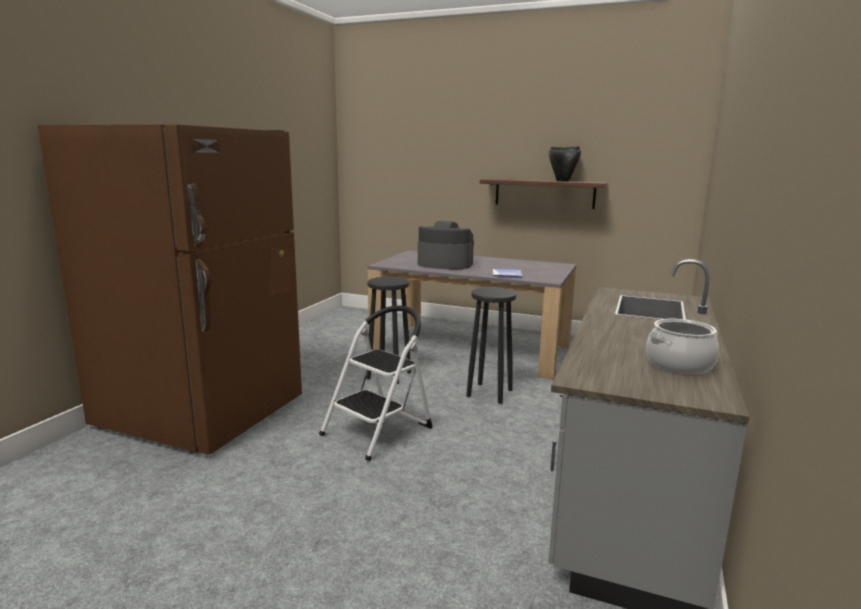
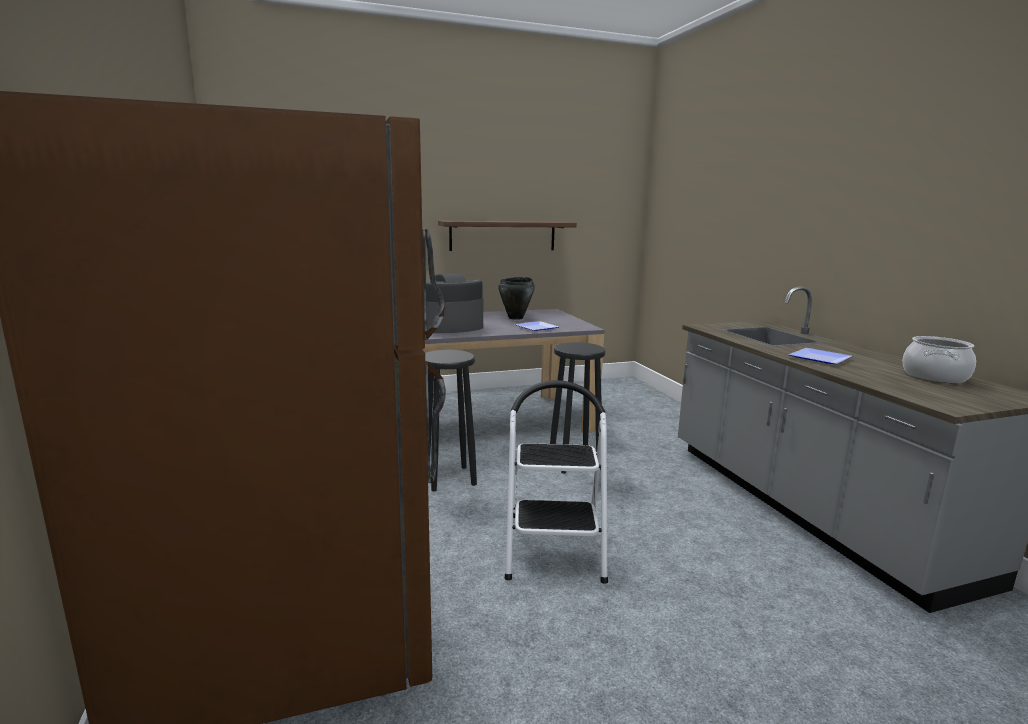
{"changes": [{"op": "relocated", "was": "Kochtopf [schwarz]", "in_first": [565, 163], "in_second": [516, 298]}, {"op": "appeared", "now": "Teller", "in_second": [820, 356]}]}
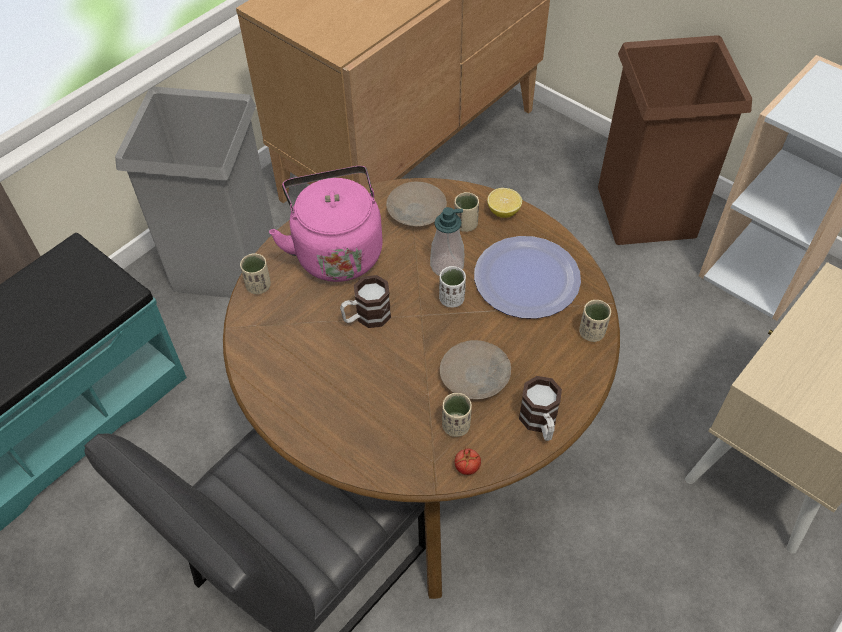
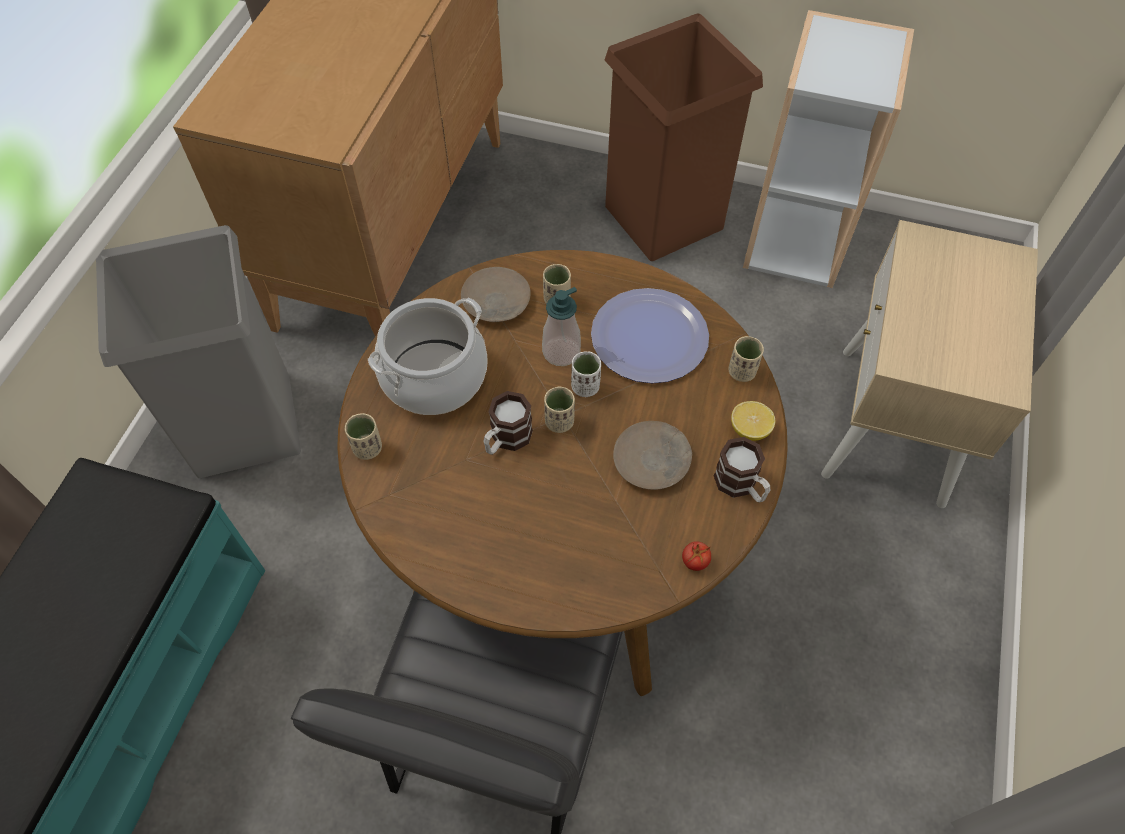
{"changes": [{"op": "exchanged", "was": "Wasserkessel [rosa]", "now": "Kochtopf", "in_first": [326, 224], "in_second": [428, 356]}, {"op": "relocated", "was": "Tasse [beige]", "in_first": [457, 415], "in_second": [559, 410]}, {"op": "relocated", "was": "Zitrone", "in_first": [504, 203], "in_second": [753, 421]}]}
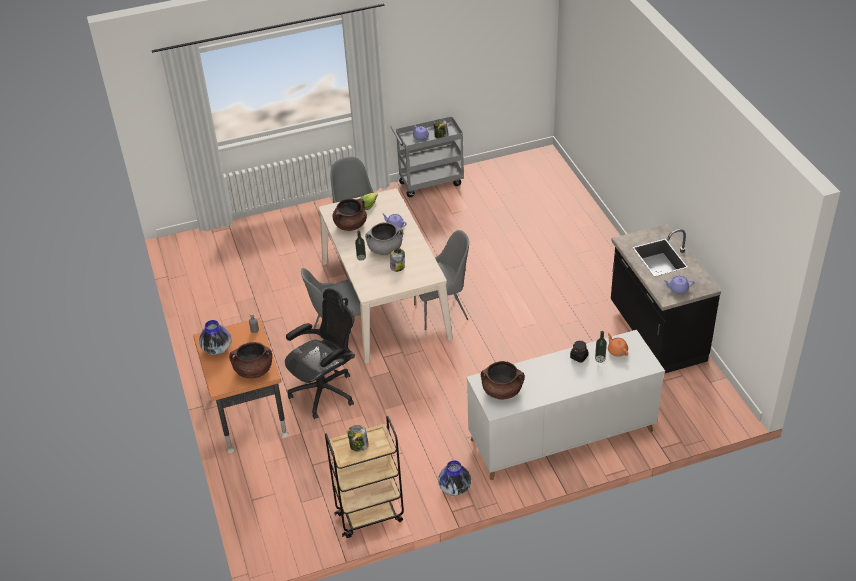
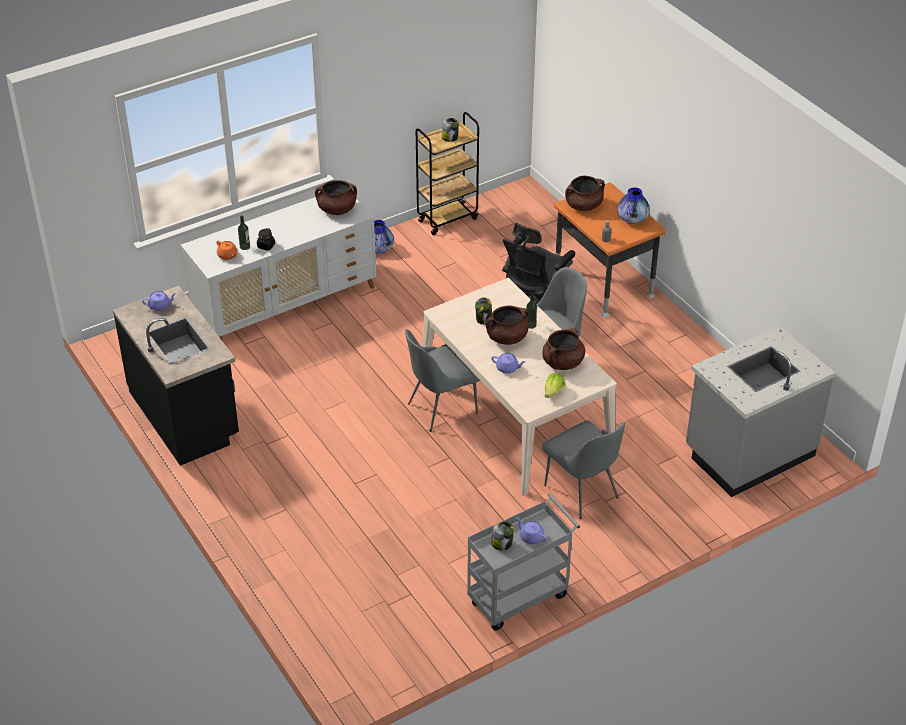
{"changes": [{"op": "colour", "was": "Kochtopf [grau]", "now": "Kochtopf [braun]", "in_first": [384, 238], "in_second": [507, 325]}, {"op": "appeared", "now": "Küchenzeile [grau]", "in_second": [760, 411]}]}
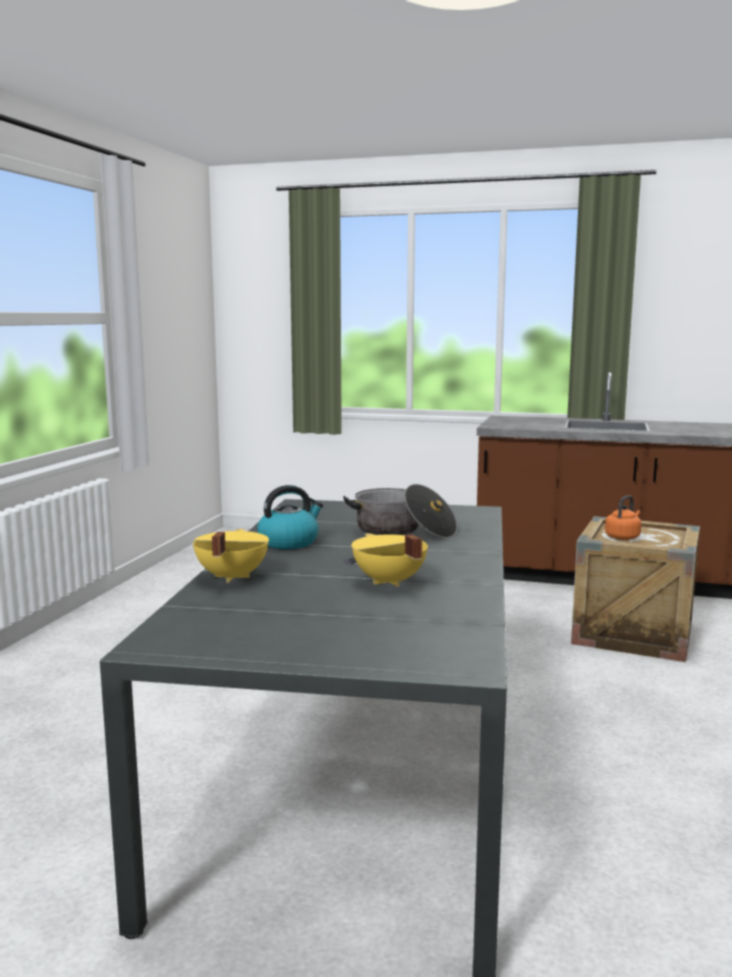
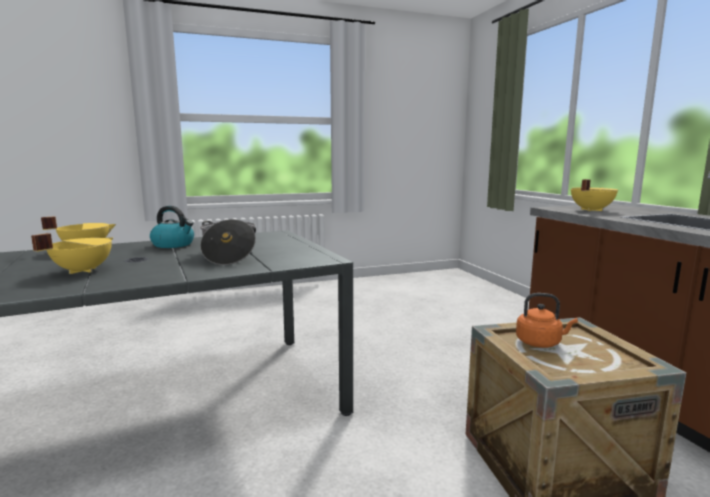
{"changes": [{"op": "appeared", "now": "Kochtopf [gelb]", "in_second": [594, 195]}]}
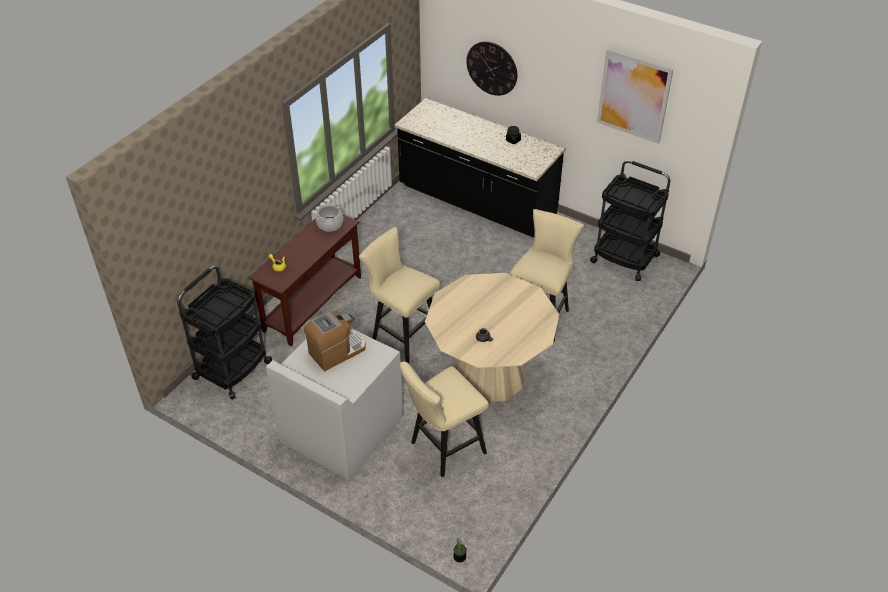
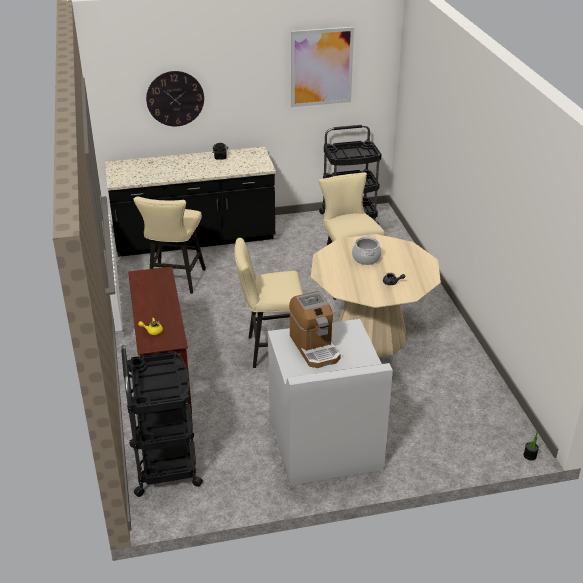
{"changes": [{"op": "spun", "was": "Kaffeemaschine", "in_first": [335, 341], "in_second": [315, 329], "clockwise": 150}, {"op": "relocated", "was": "Kochtopf", "in_first": [329, 218], "in_second": [366, 251]}, {"op": "relocated", "was": "Hocker [beige]", "in_first": [444, 419], "in_second": [169, 245]}]}
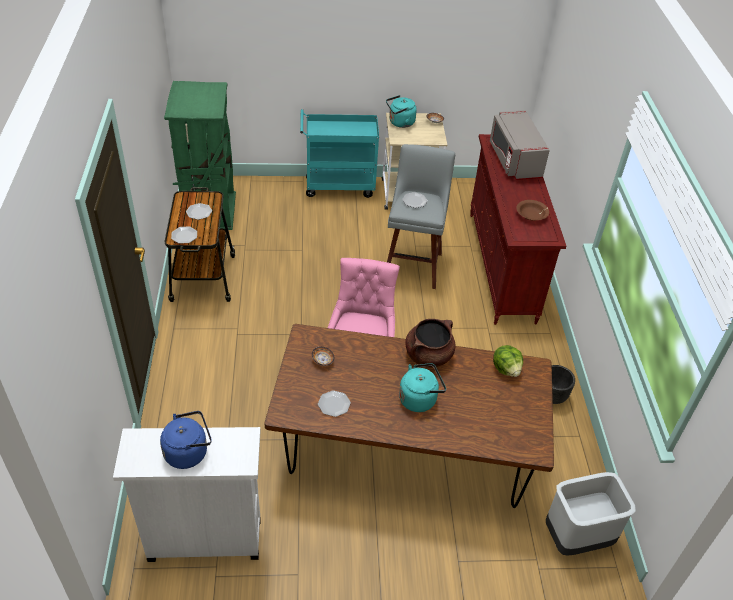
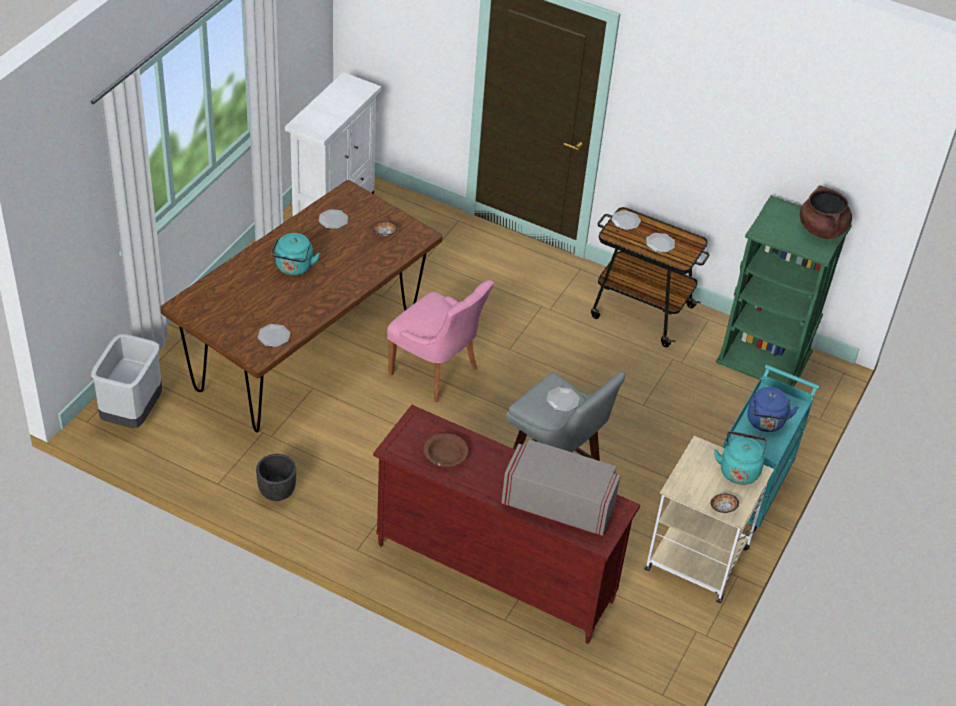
{"changes": [{"op": "relocated", "was": "Wasserkessel [blau]", "in_first": [186, 440], "in_second": [773, 409]}, {"op": "relocated", "was": "Kochtopf [braun]", "in_first": [430, 343], "in_second": [826, 212]}, {"op": "exchanged", "was": "Salatkopf", "now": "Teller", "in_first": [508, 361], "in_second": [274, 335]}]}
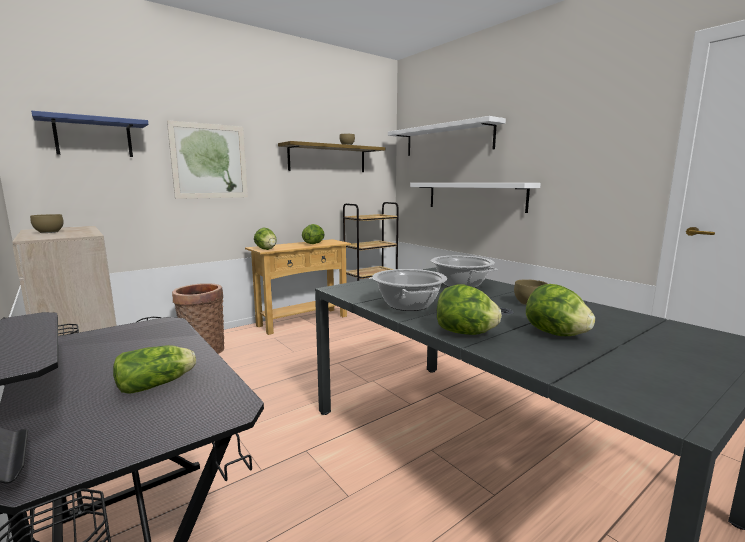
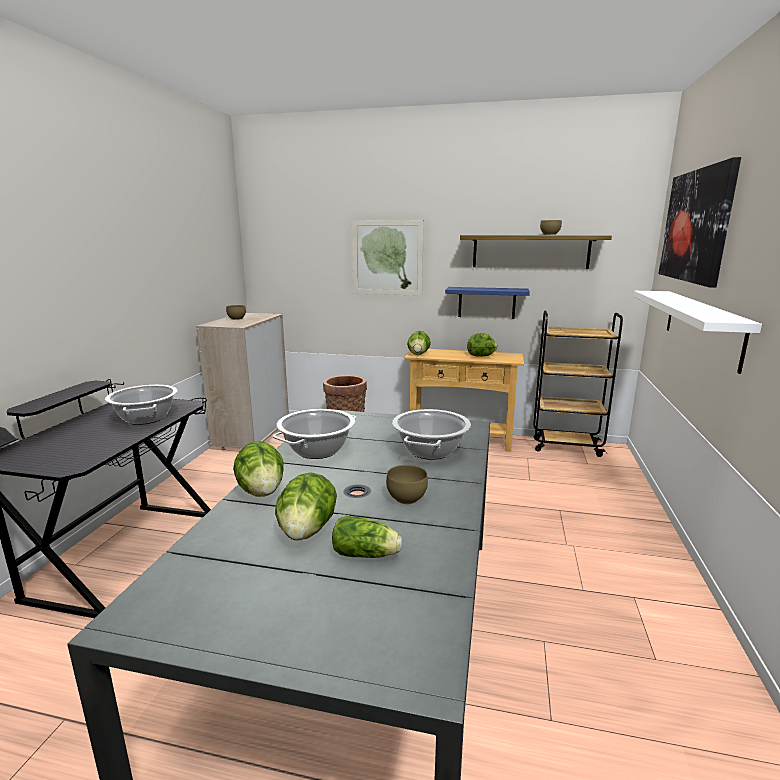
{"changes": [{"op": "relocated", "was": "Wandregal [blau]", "in_first": [89, 134], "in_second": [487, 303]}, {"op": "relocated", "was": "Salatkopf", "in_first": [154, 369], "in_second": [367, 537]}, {"op": "exchanged", "was": "Wandregal [weiß]", "now": "Bild", "in_first": [447, 136], "in_second": [699, 222]}, {"op": "appeared", "now": "Kochtopf", "in_second": [141, 405]}]}
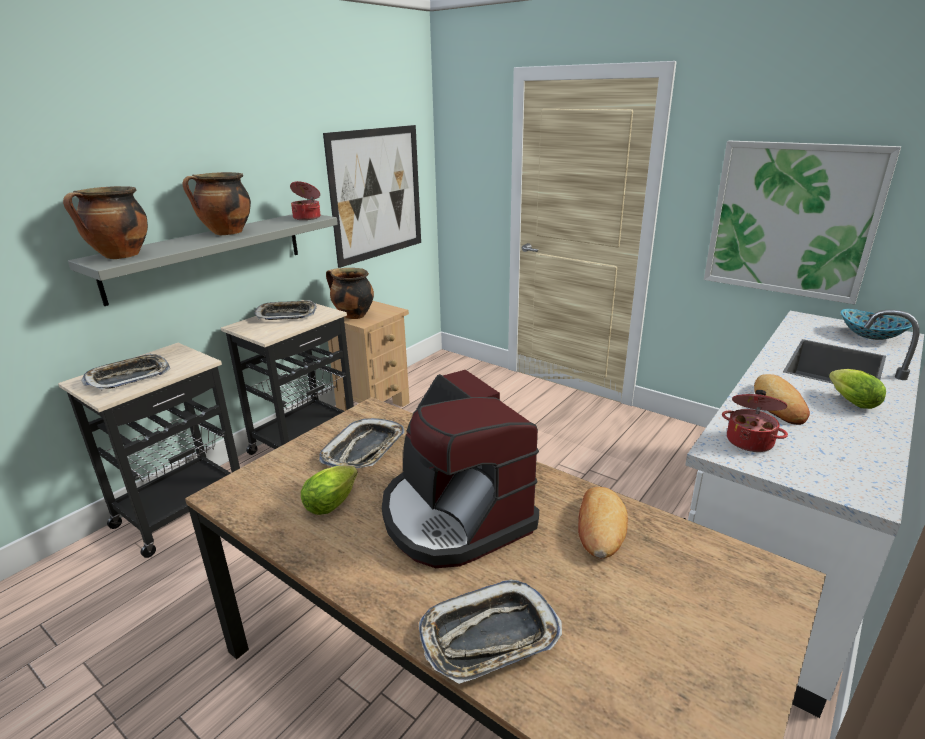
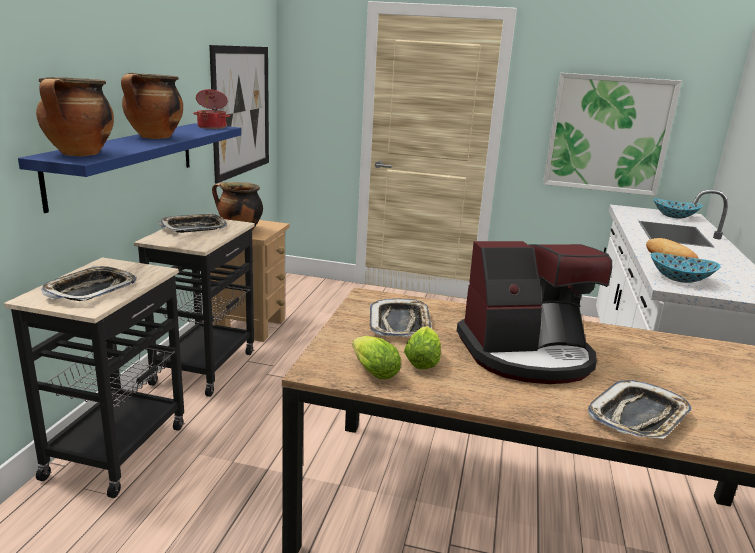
{"changes": [{"op": "colour", "was": "Wandregal [grau]", "now": "Wandregal [blau]", "in_first": [203, 260], "in_second": [129, 168]}, {"op": "spun", "was": "Kaffeemaschine", "in_first": [460, 469], "in_second": [534, 312], "clockwise": -45}, {"op": "missing", "was": "Brot", "in_first": [603, 522]}, {"op": "exchanged", "was": "Kochtopf", "now": "Schüssel", "in_first": [755, 421], "in_second": [685, 268]}, {"op": "relocated", "was": "Salatkopf", "in_first": [857, 389], "in_second": [376, 357]}]}
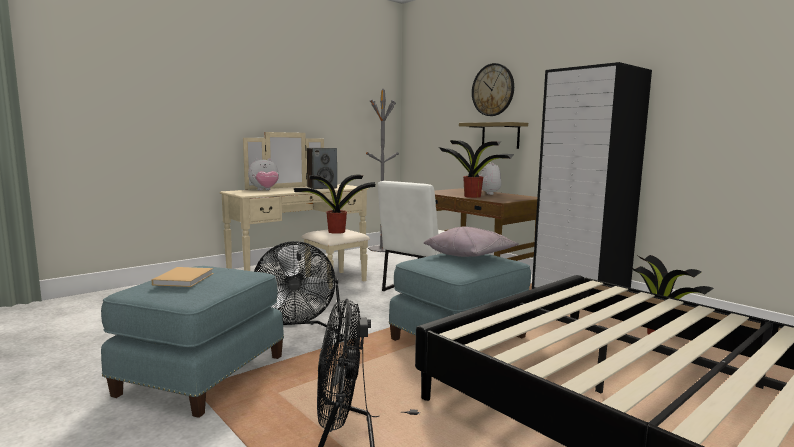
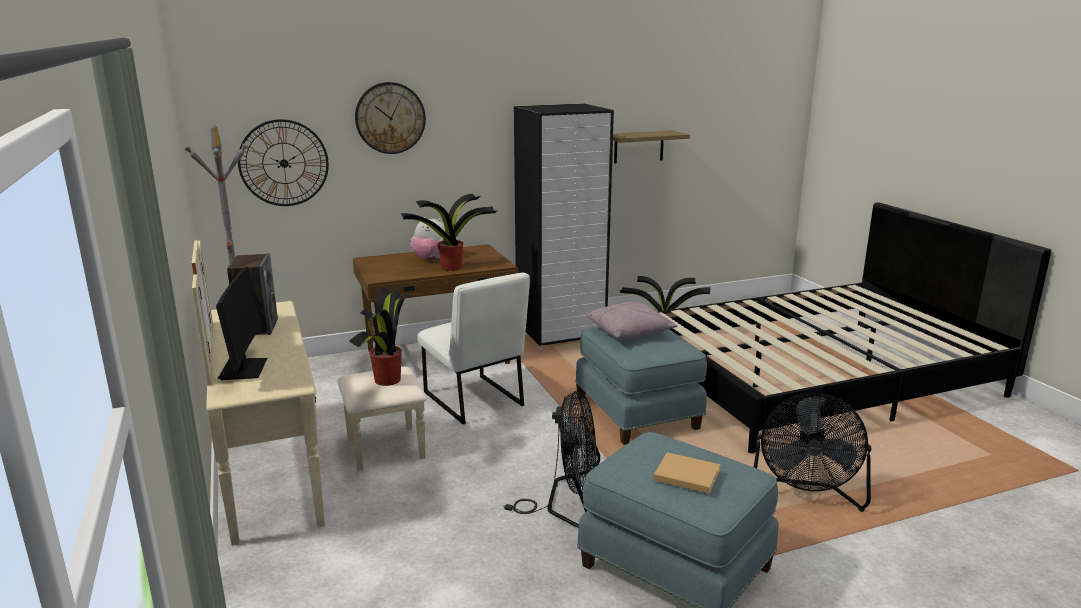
{"changes": [{"op": "exchanged", "was": "Plüschtier", "now": "Monitor", "in_first": [263, 174], "in_second": [241, 323]}, {"op": "relocated", "was": "Wandregal", "in_first": [493, 135], "in_second": [651, 147]}, {"op": "appeared", "now": "Wanduhr", "in_second": [283, 162]}]}
